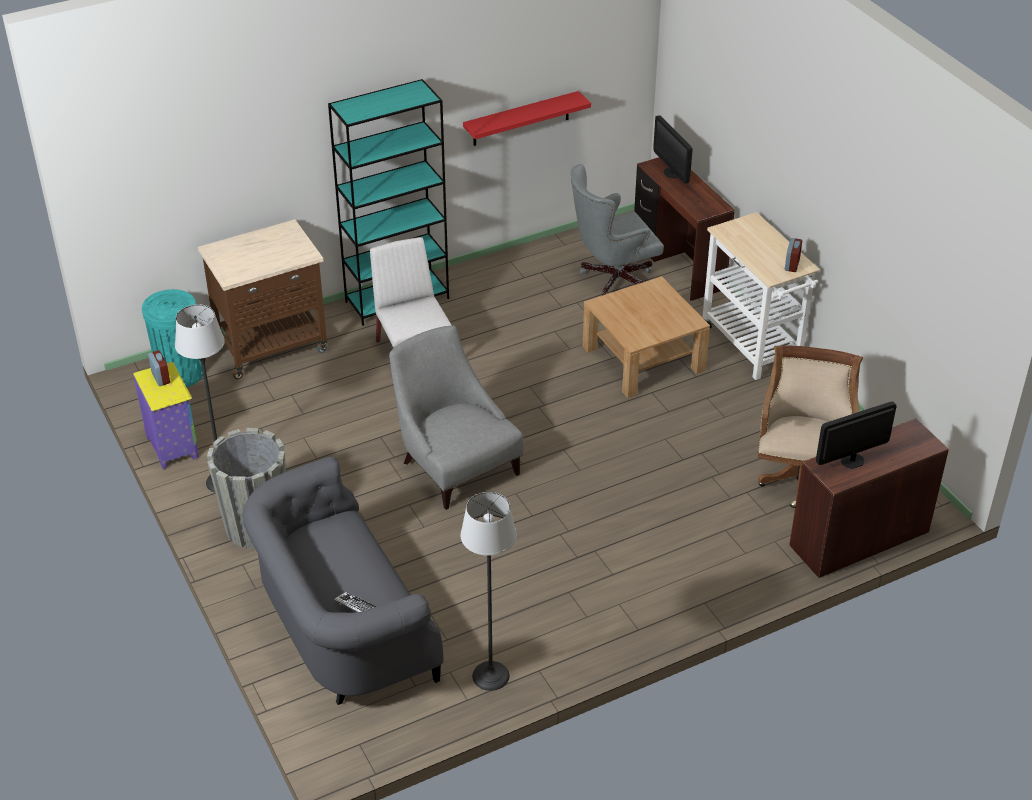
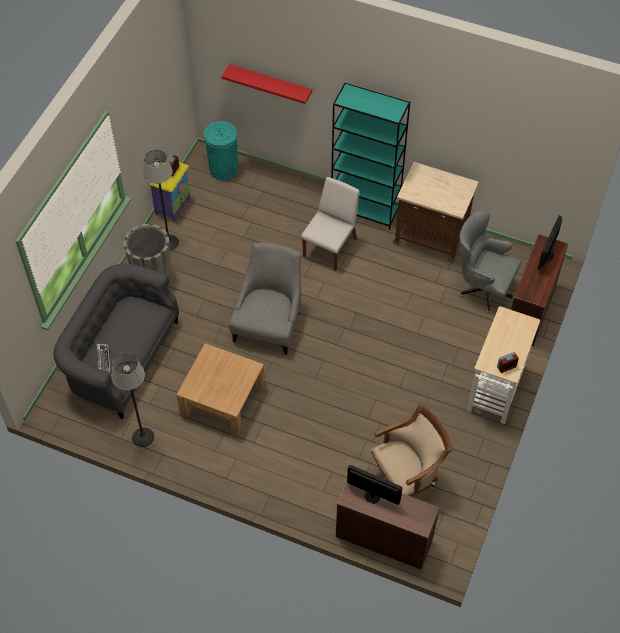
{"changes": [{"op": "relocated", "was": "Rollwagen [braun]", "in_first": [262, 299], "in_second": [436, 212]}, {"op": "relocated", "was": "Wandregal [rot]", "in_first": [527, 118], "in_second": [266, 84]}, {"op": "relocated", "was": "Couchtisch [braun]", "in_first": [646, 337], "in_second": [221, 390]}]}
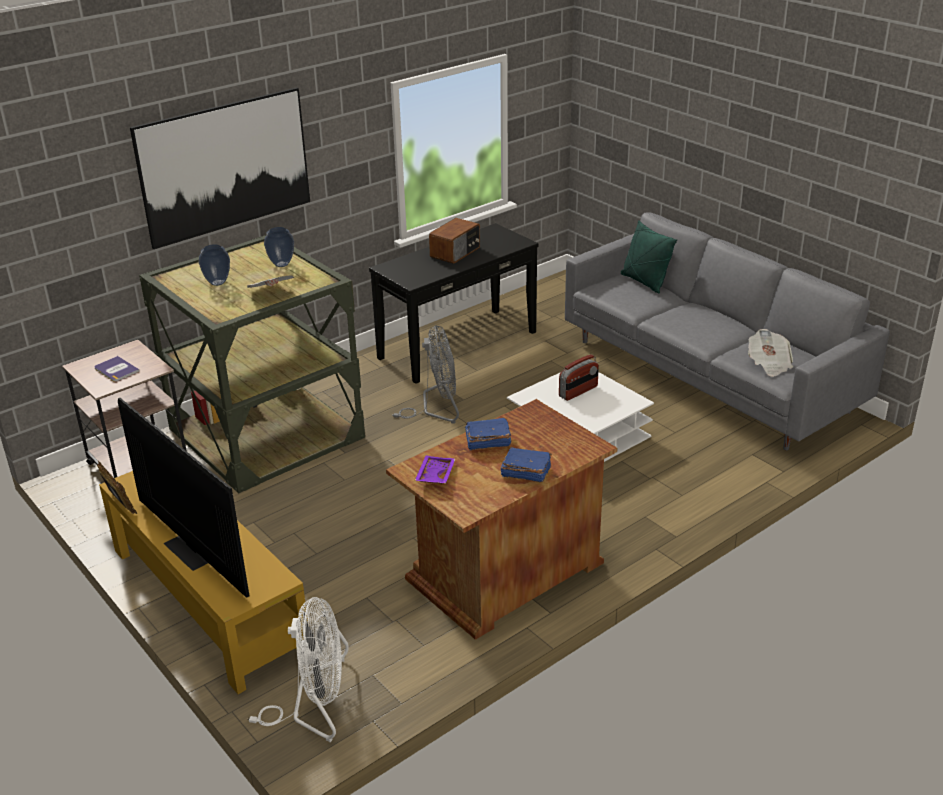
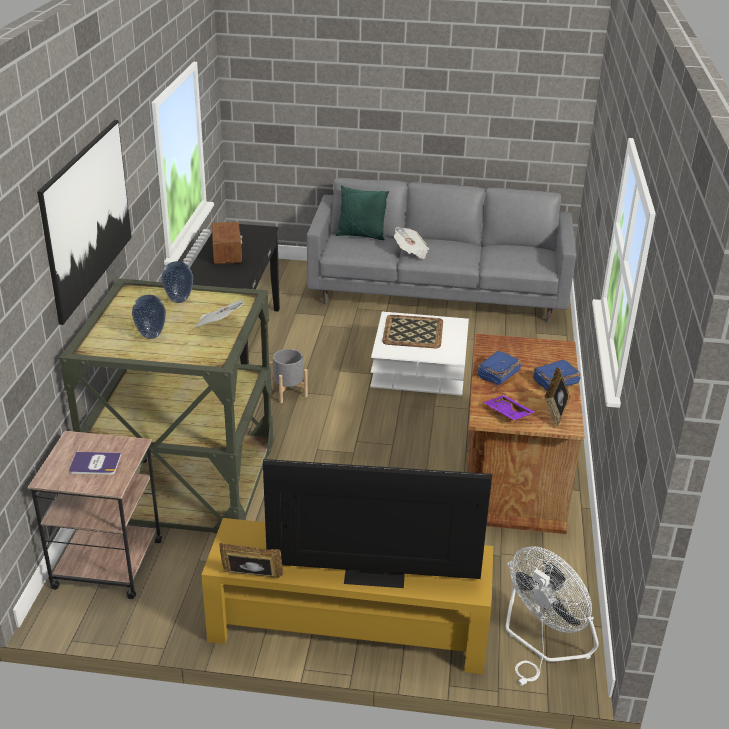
{"changes": [{"op": "exchanged", "was": "Ventilator [grau]", "now": "Pflanzkübel [grau]", "in_first": [426, 374], "in_second": [288, 376]}, {"op": "exchanged", "was": "Radio", "now": "Tablett", "in_first": [579, 377], "in_second": [412, 331]}, {"op": "relocated", "was": "Zeitung", "in_first": [770, 353], "in_second": [412, 243]}, {"op": "appeared", "now": "Bilderrahmen", "in_second": [557, 397]}]}
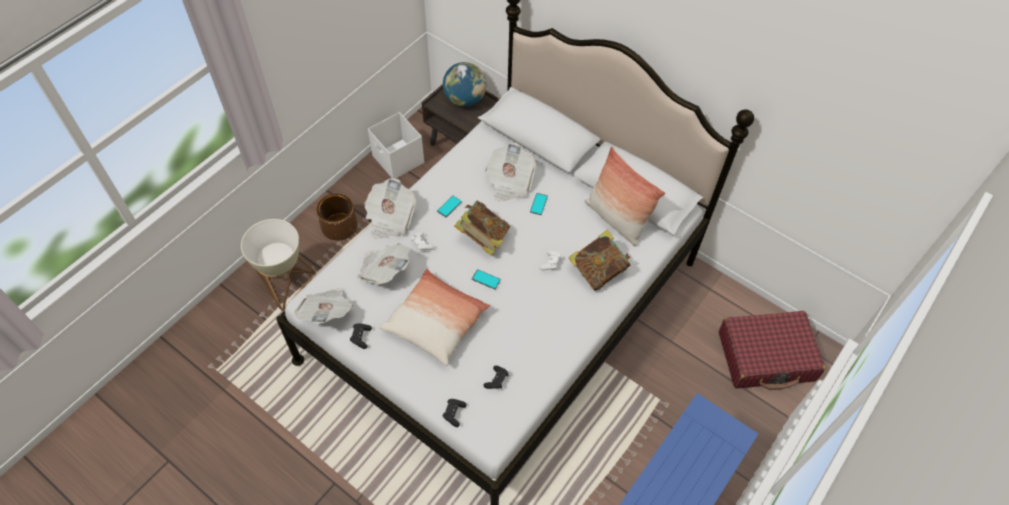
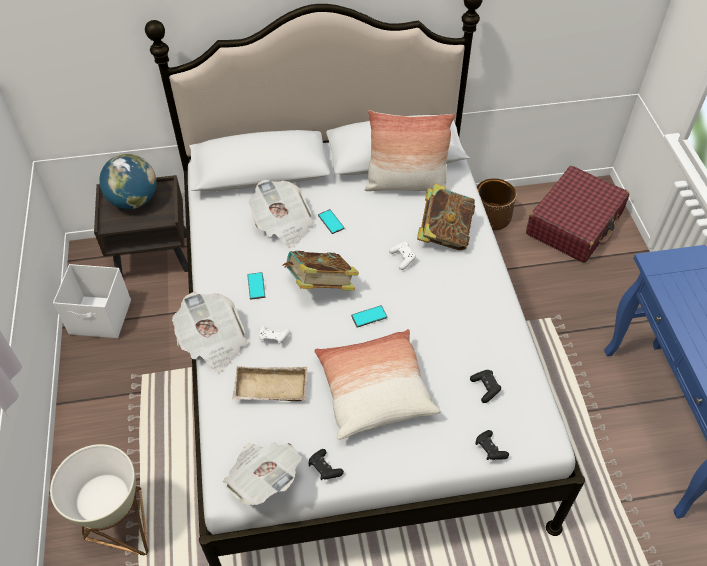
{"changes": [{"op": "relocated", "was": "Pflanzkübel [braun]", "in_first": [336, 217], "in_second": [496, 204]}, {"op": "exchanged", "was": "Zeitung", "now": "Tablett [beige]", "in_first": [384, 263], "in_second": [270, 383]}]}
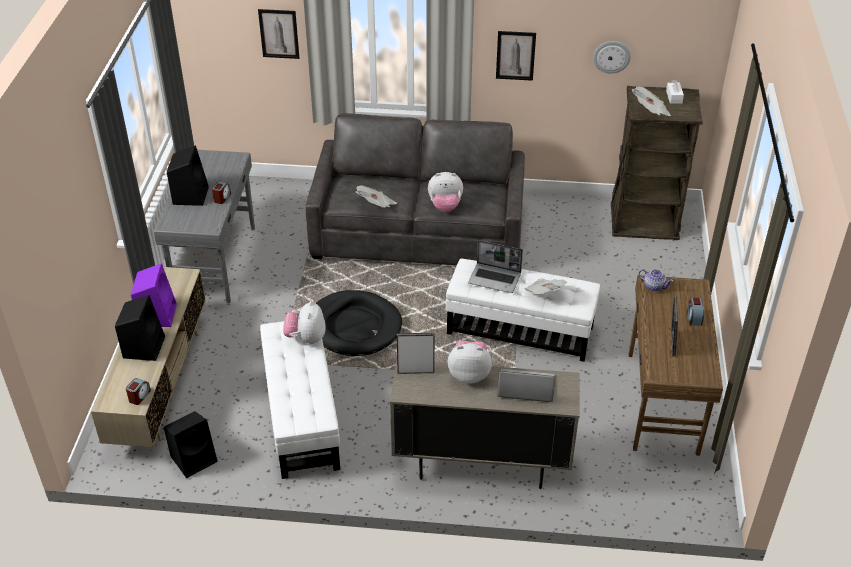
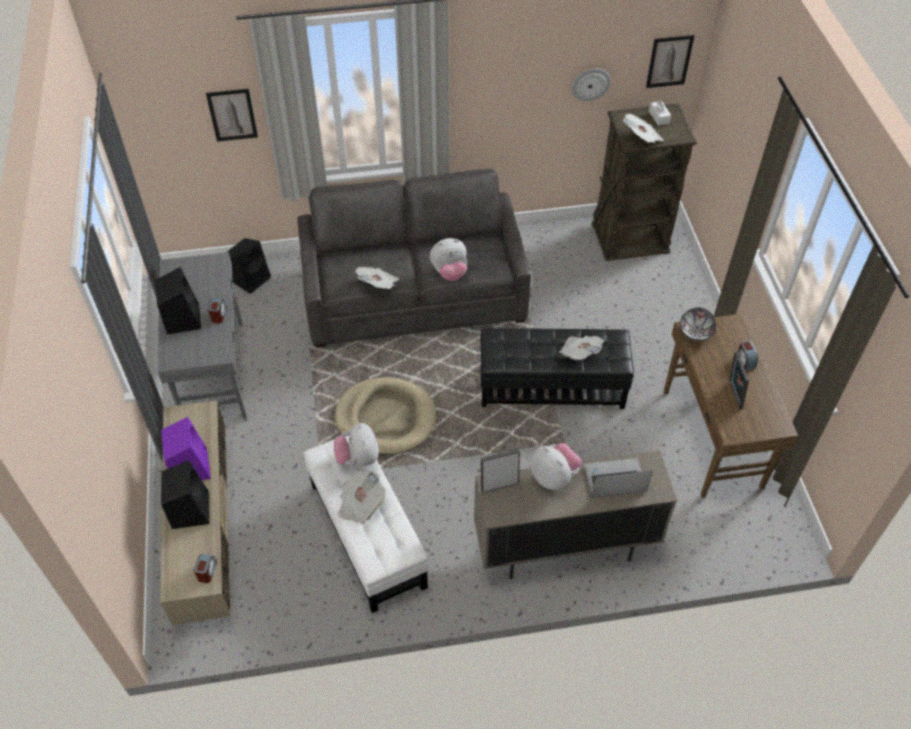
{"changes": [{"op": "relocated", "was": "Lautsprecher [schwarz]", "in_first": [190, 444], "in_second": [249, 266]}, {"op": "colour", "was": "Hundebett [schwarz]", "now": "Hundebett [beige]", "in_first": [359, 323], "in_second": [385, 416]}, {"op": "colour", "was": "Polsterhocker [weiß]", "now": "Polsterhocker [schwarz]", "in_first": [523, 310], "in_second": [557, 368]}, {"op": "spun", "was": "Plüschtier", "in_first": [470, 362], "in_second": [556, 466], "clockwise": 60}, {"op": "missing", "was": "Laptop", "in_first": [495, 266]}, {"op": "relocated", "was": "Bild", "in_first": [516, 56], "in_second": [670, 61]}, {"op": "exchanged", "was": "Teekanne", "now": "Schüssel", "in_first": [656, 280], "in_second": [698, 324]}, {"op": "appeared", "now": "Zeitung", "in_second": [362, 497]}]}
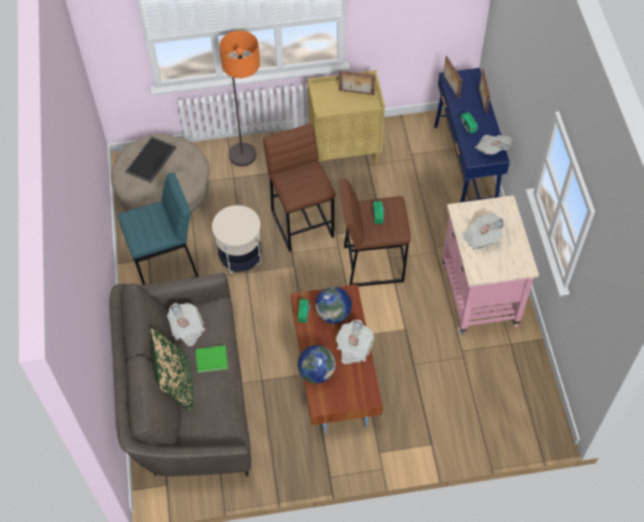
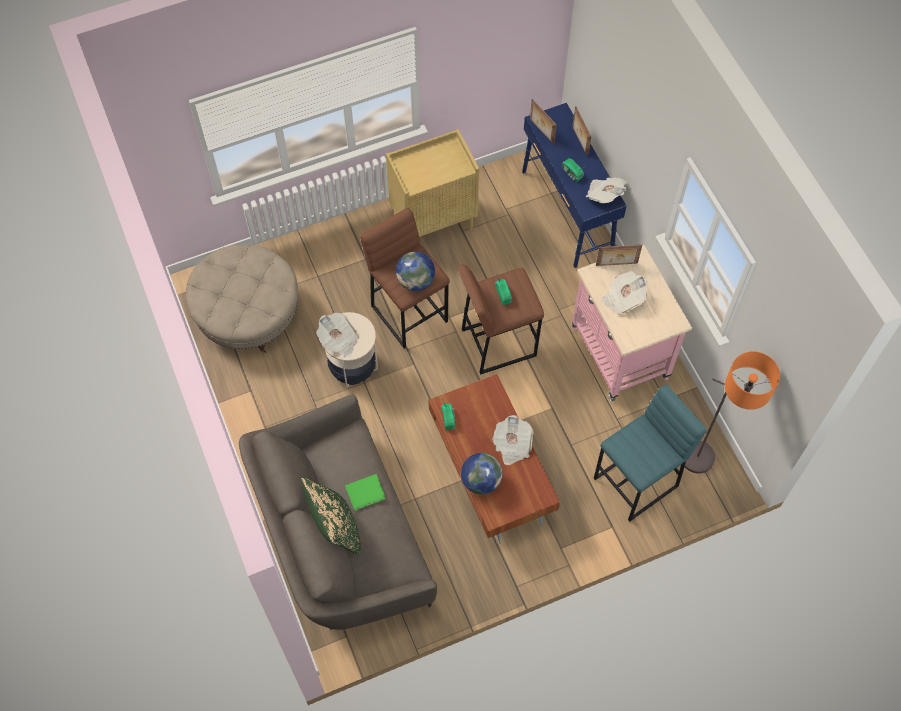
{"changes": [{"op": "relocated", "was": "Hocker [türkis]", "in_first": [158, 228], "in_second": [650, 452]}, {"op": "missing", "was": "Tablett", "in_first": [151, 160]}, {"op": "relocated", "was": "Zeitung", "in_first": [186, 324], "in_second": [337, 335]}, {"op": "relocated", "was": "Stehlampe [orange]", "in_first": [239, 99], "in_second": [732, 412]}, {"op": "relocated", "was": "Globus", "in_first": [333, 305], "in_second": [415, 271]}, {"op": "relocated", "was": "Bilderrahmen", "in_first": [357, 82], "in_second": [619, 255]}]}
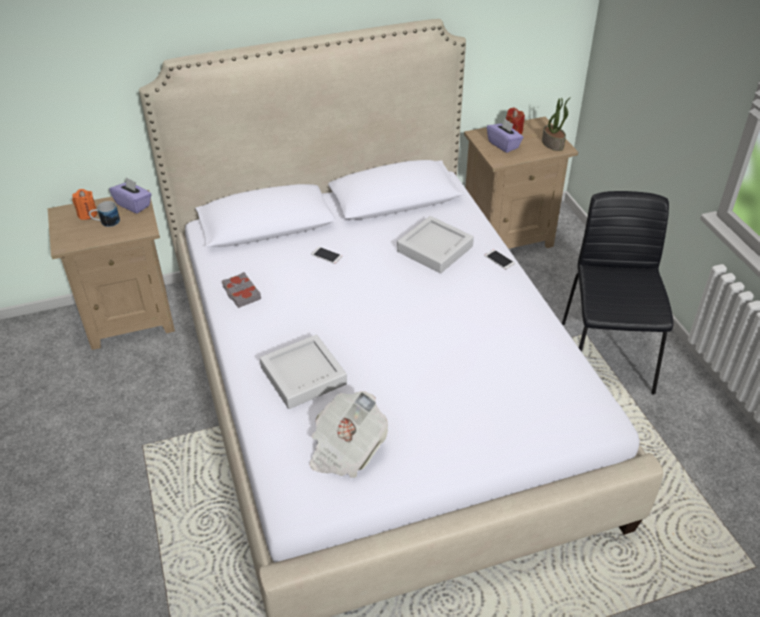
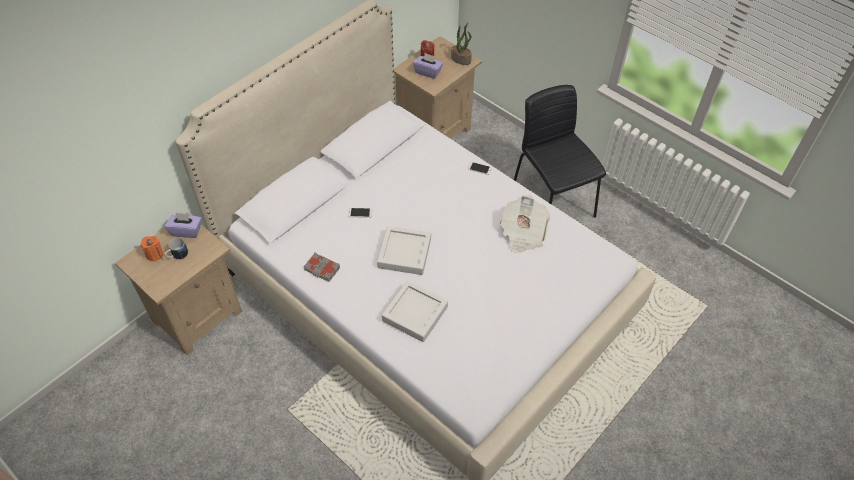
{"changes": [{"op": "relocated", "was": "Zeitung", "in_first": [349, 434], "in_second": [525, 224]}, {"op": "relocated", "was": "Tablett [grau]", "in_first": [435, 244], "in_second": [404, 250]}]}
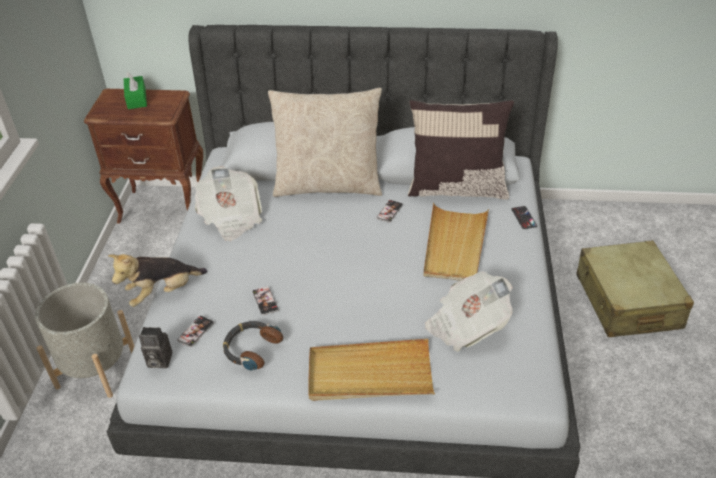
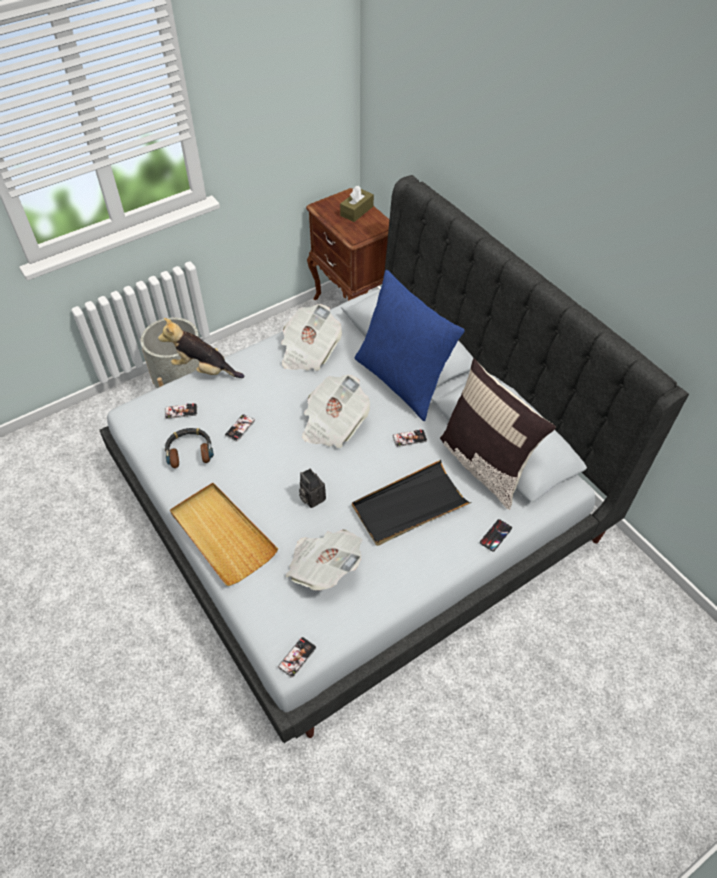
{"changes": [{"op": "colour", "was": "Taschentuchbox [grün]", "now": "Taschentuchbox [braun]", "in_first": [135, 90], "in_second": [357, 204]}, {"op": "relocated", "was": "Kamera", "in_first": [155, 347], "in_second": [312, 488]}, {"op": "colour", "was": "Kissen [beige]", "now": "Kissen [blau]", "in_first": [325, 142], "in_second": [410, 345]}, {"op": "colour", "was": "Tablett [beige]", "now": "Tablett [schwarz]", "in_first": [456, 242], "in_second": [412, 503]}, {"op": "missing", "was": "Koffer [beige]", "in_first": [635, 288]}, {"op": "appeared", "now": "Handy", "in_second": [297, 657]}, {"op": "appeared", "now": "Zeitung", "in_second": [336, 411]}]}
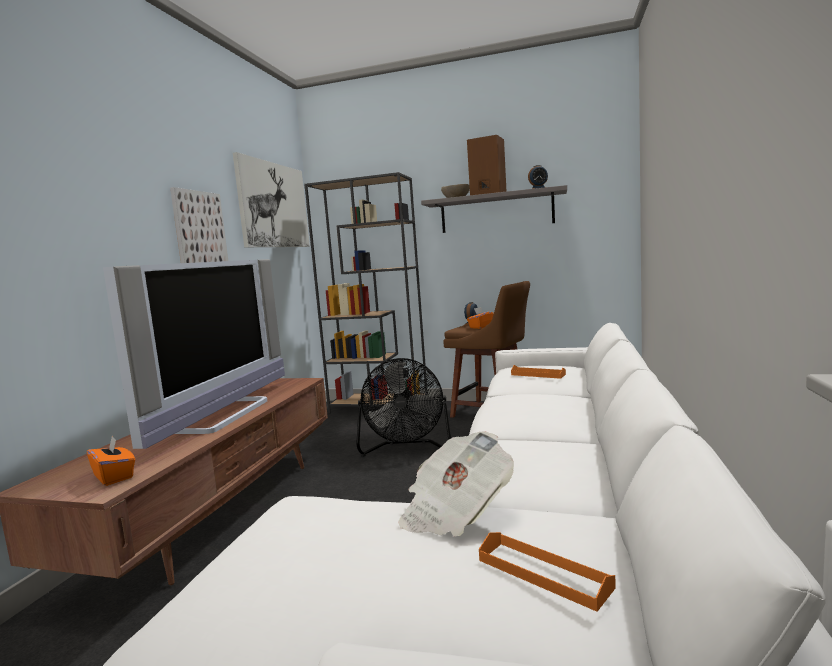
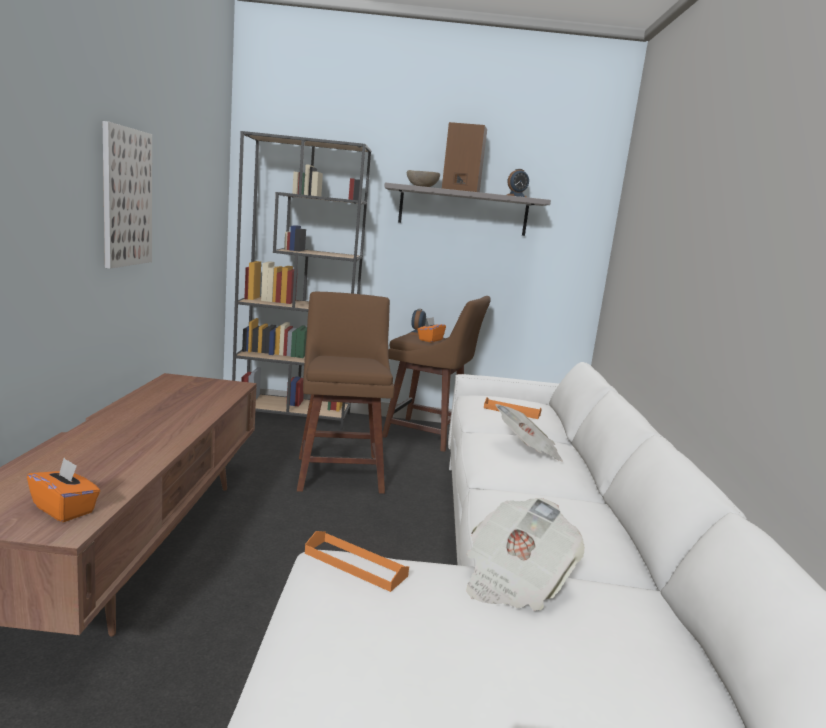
{"changes": [{"op": "missing", "was": "Fernseher", "in_first": [194, 354]}, {"op": "missing", "was": "Bild", "in_first": [271, 199]}, {"op": "exchanged", "was": "Ventilator [schwarz]", "now": "Hocker [braun]", "in_first": [403, 407], "in_second": [345, 393]}, {"op": "relocated", "was": "Tablett [orange]", "in_first": [547, 572], "in_second": [357, 561]}, {"op": "appeared", "now": "Zeitung", "in_second": [529, 433]}]}
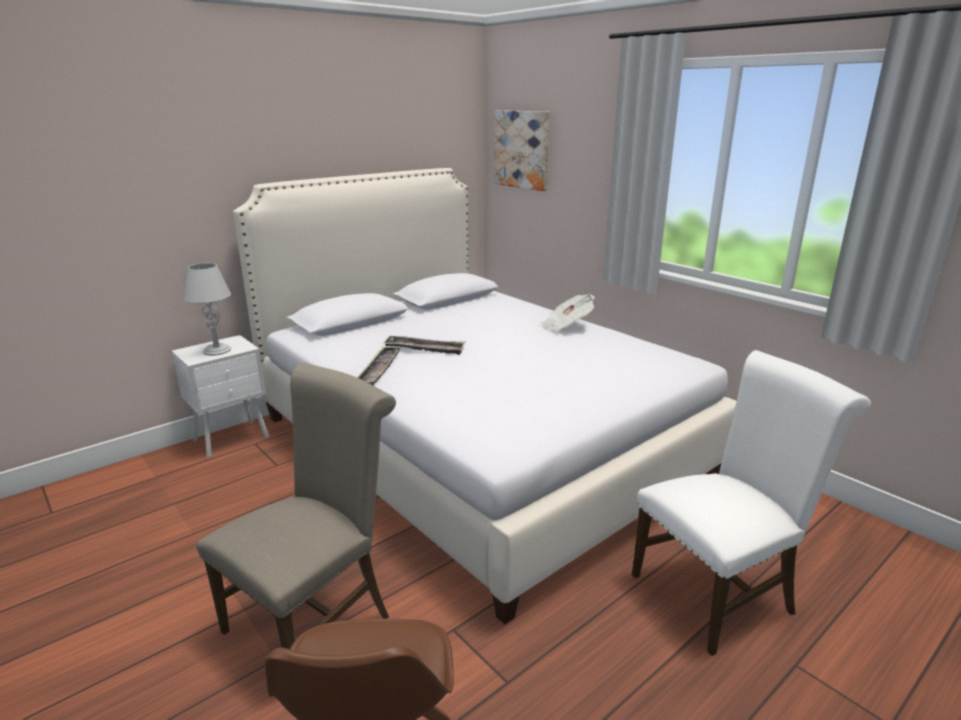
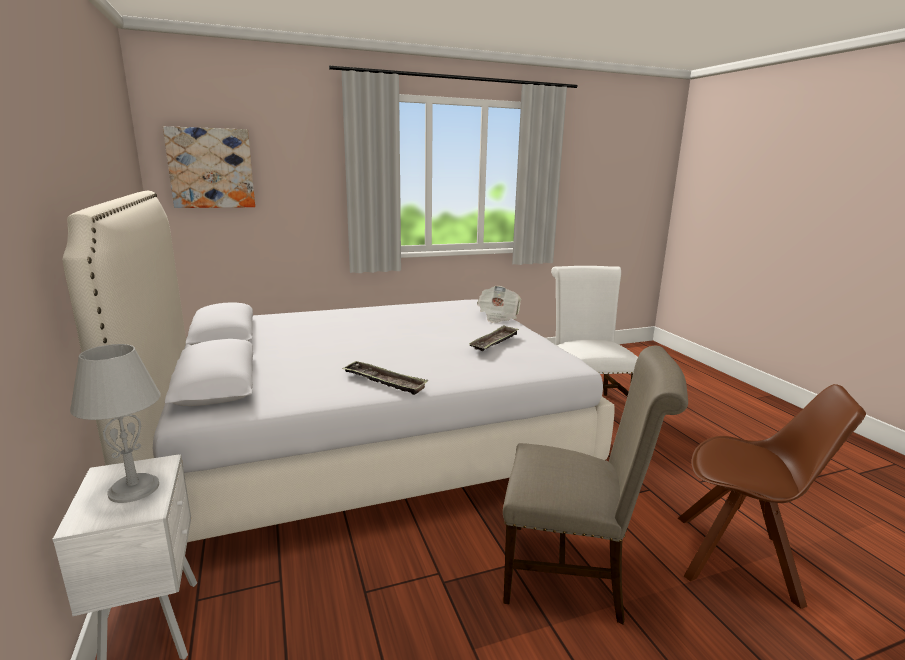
{"changes": [{"op": "spun", "was": "Stuhl [beige]", "in_first": [296, 505], "in_second": [595, 485], "clockwise": 135}, {"op": "relocated", "was": "Tablett", "in_first": [424, 345], "in_second": [494, 338]}, {"op": "relocated", "was": "Zeitung", "in_first": [567, 312], "in_second": [499, 304]}]}
